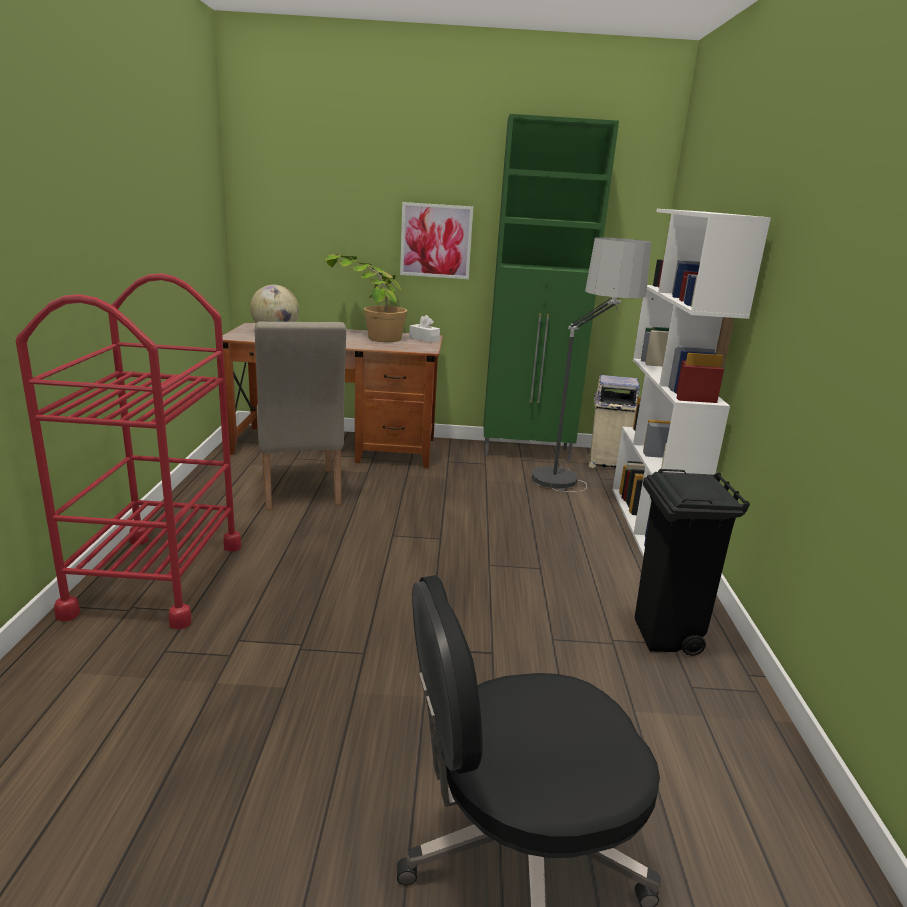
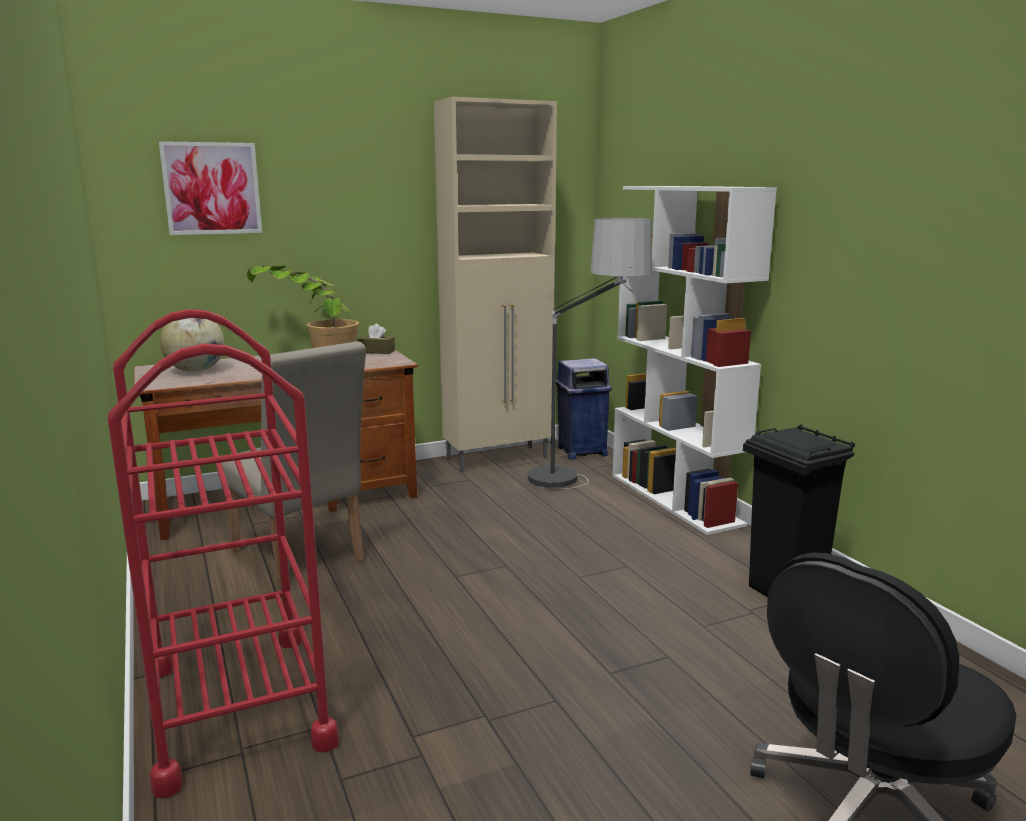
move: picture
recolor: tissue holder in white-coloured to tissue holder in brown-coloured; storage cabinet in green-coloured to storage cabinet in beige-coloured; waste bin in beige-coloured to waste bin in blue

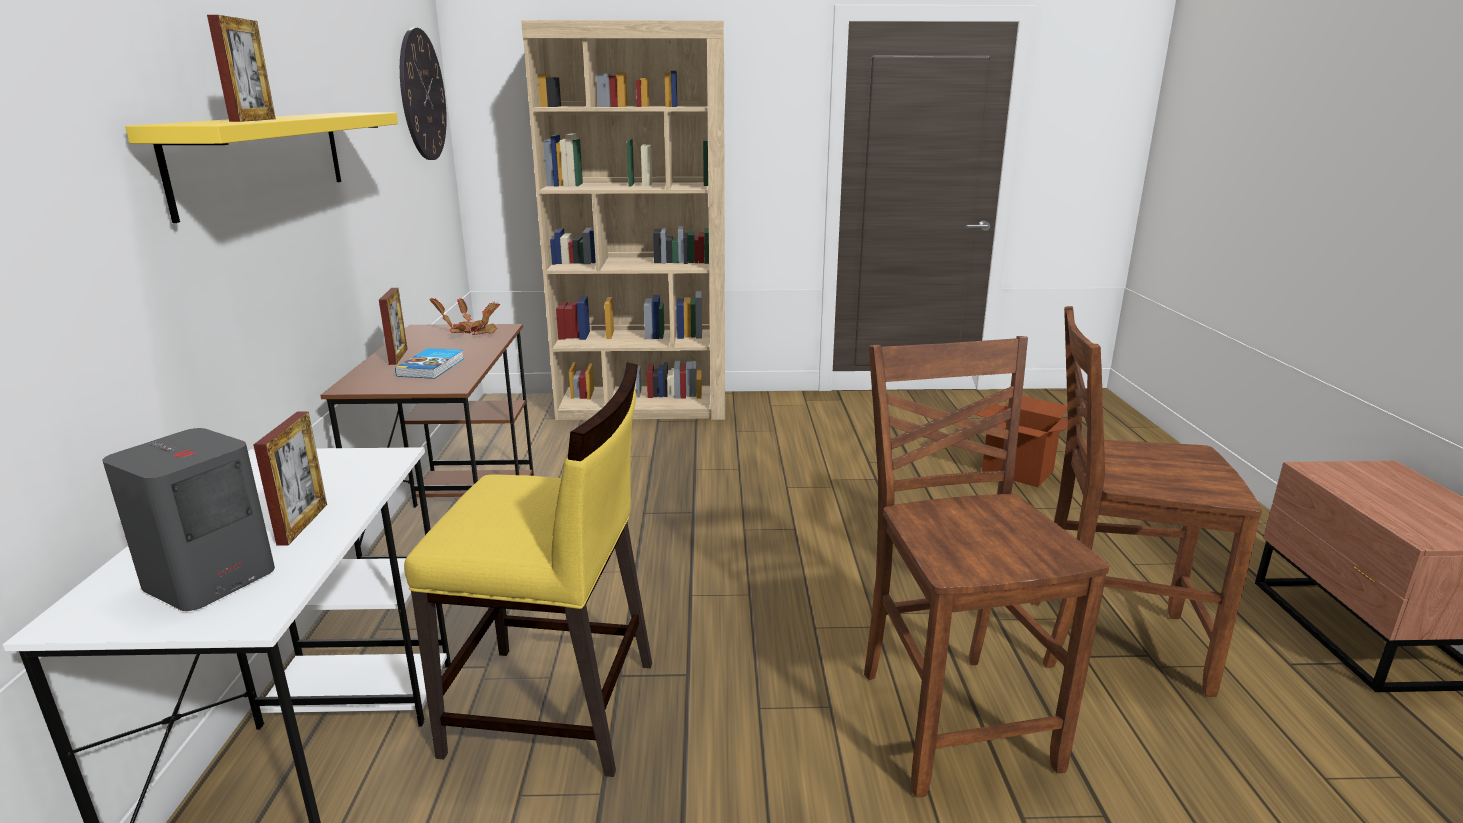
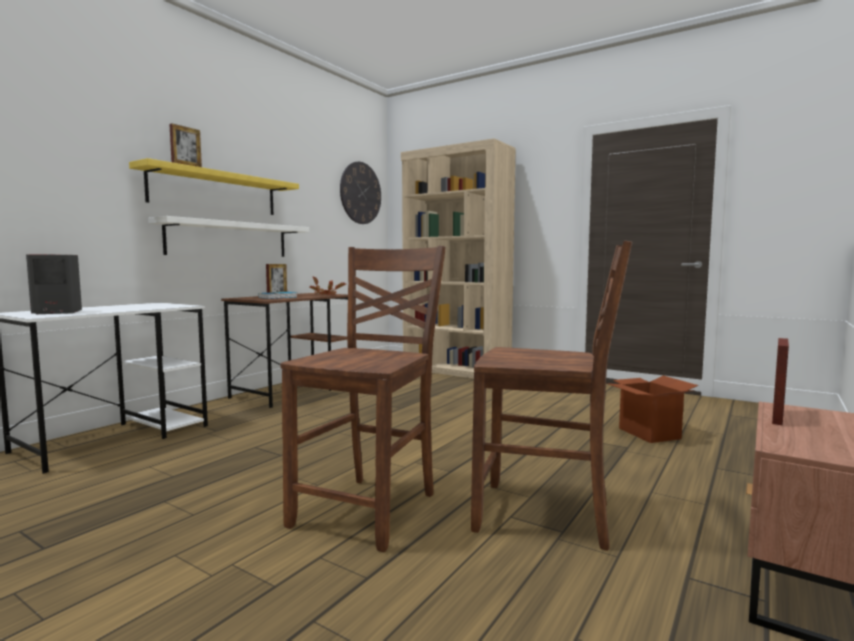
delete: plain chair in yellow-coloured
insert: wall shelf in white-coloured
move: photo frame (2nd from left in the first image) to photo frame (3rd from left)
rotate: plain chair in brown-coloured (2nd from left) 150 degrees clockwise

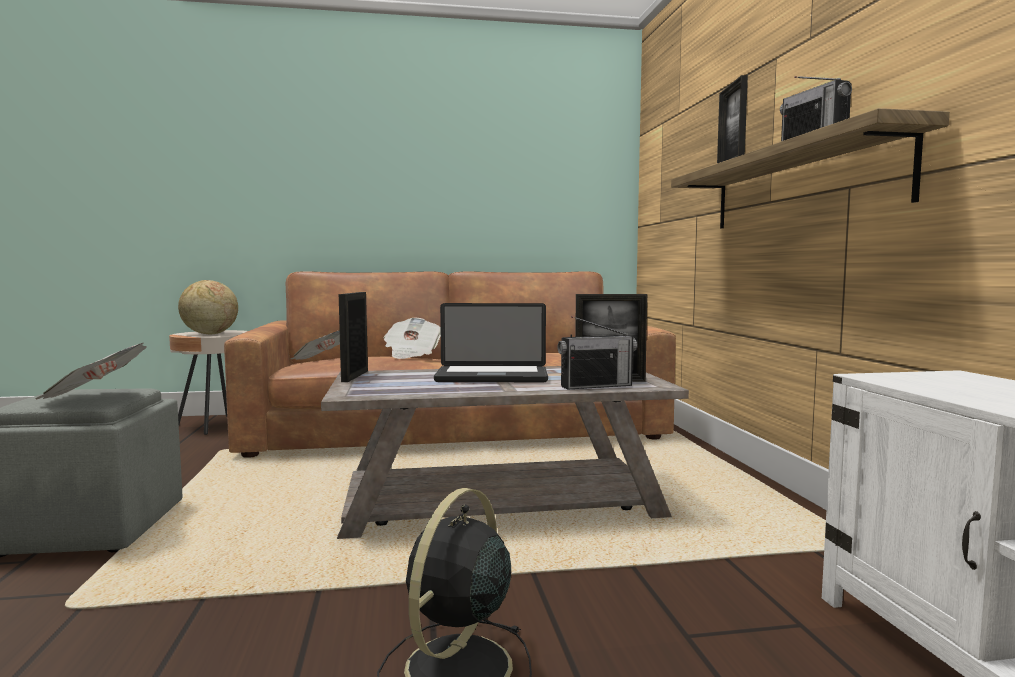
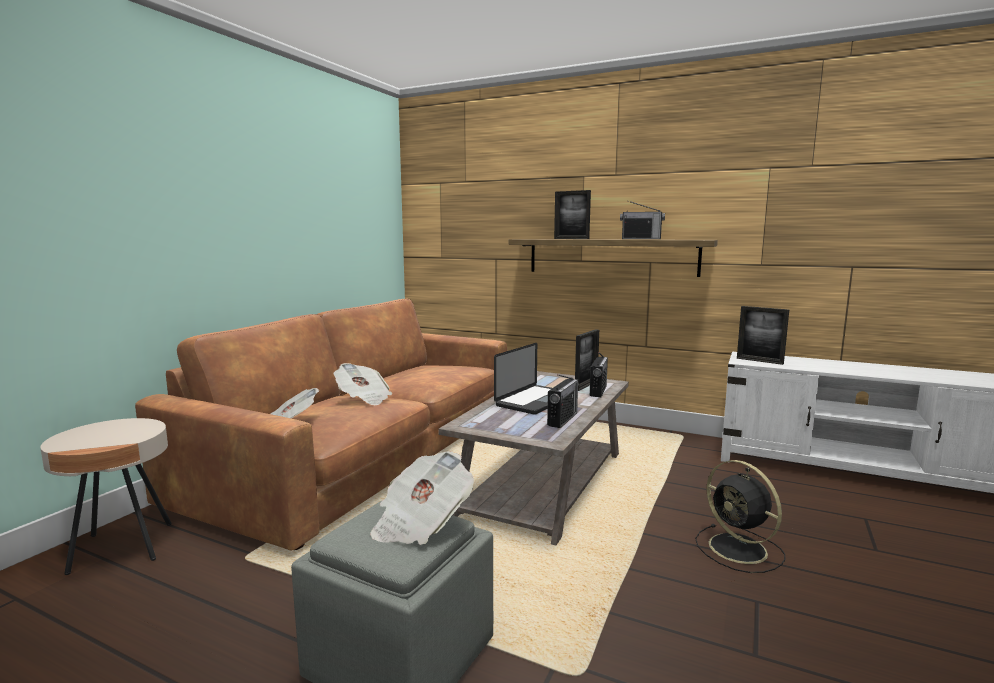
delete: globe
insert: radio receiver (1st from left)
move: photo frame (1st from left in the first image) to photo frame (3rd from left)

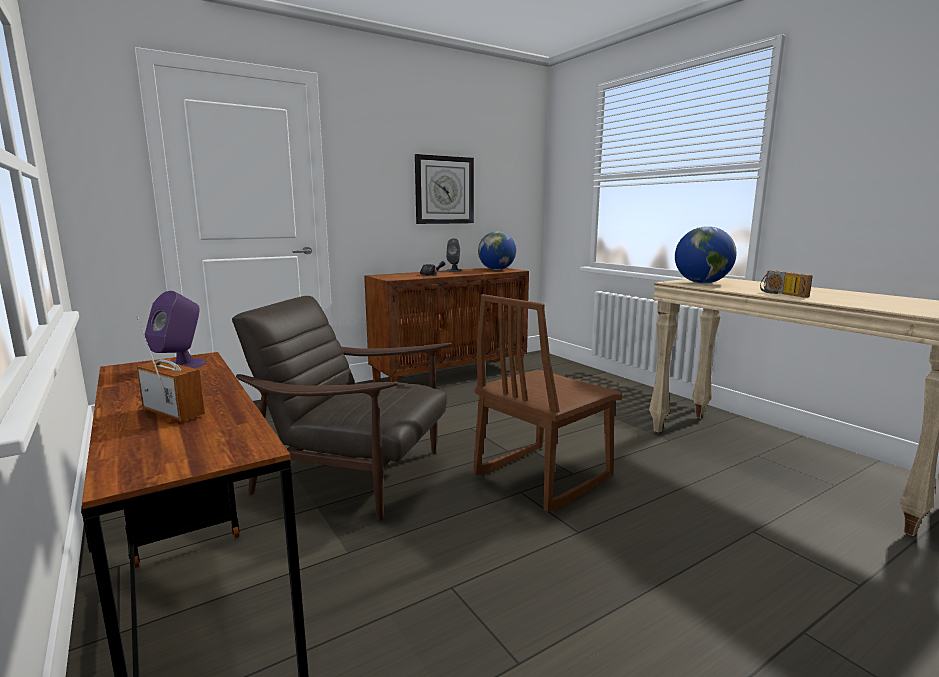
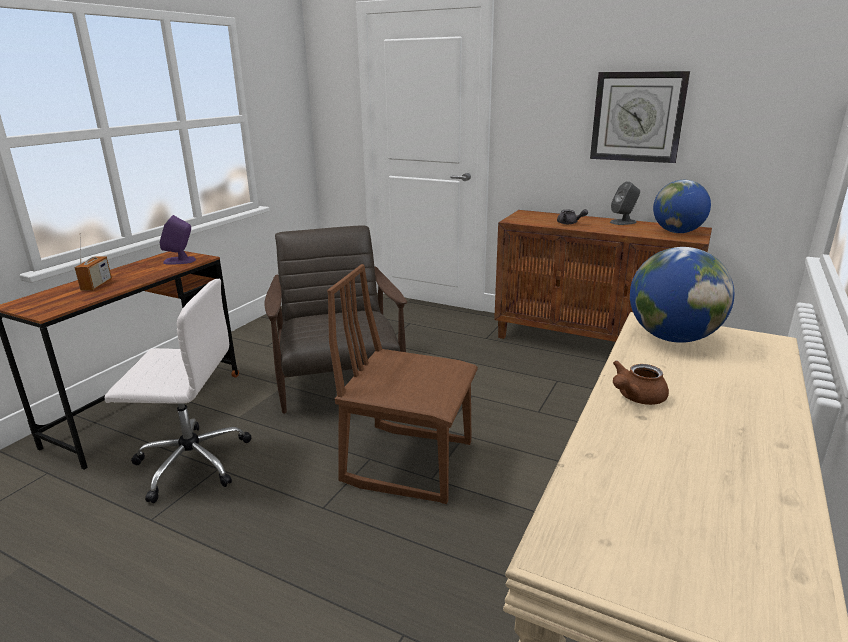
insert: desk chair in white-coloured
replace: radio receiver (2nd from left) to pot for tea in brown-coloured

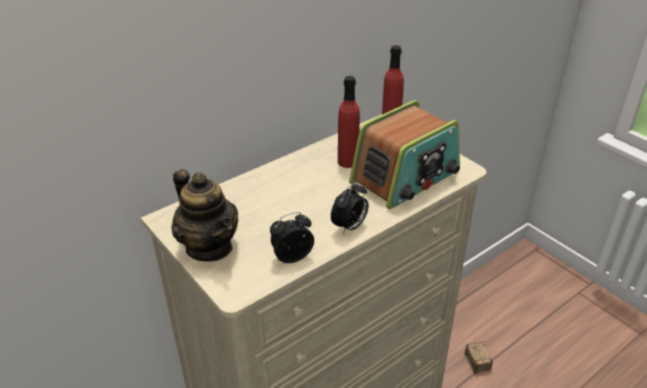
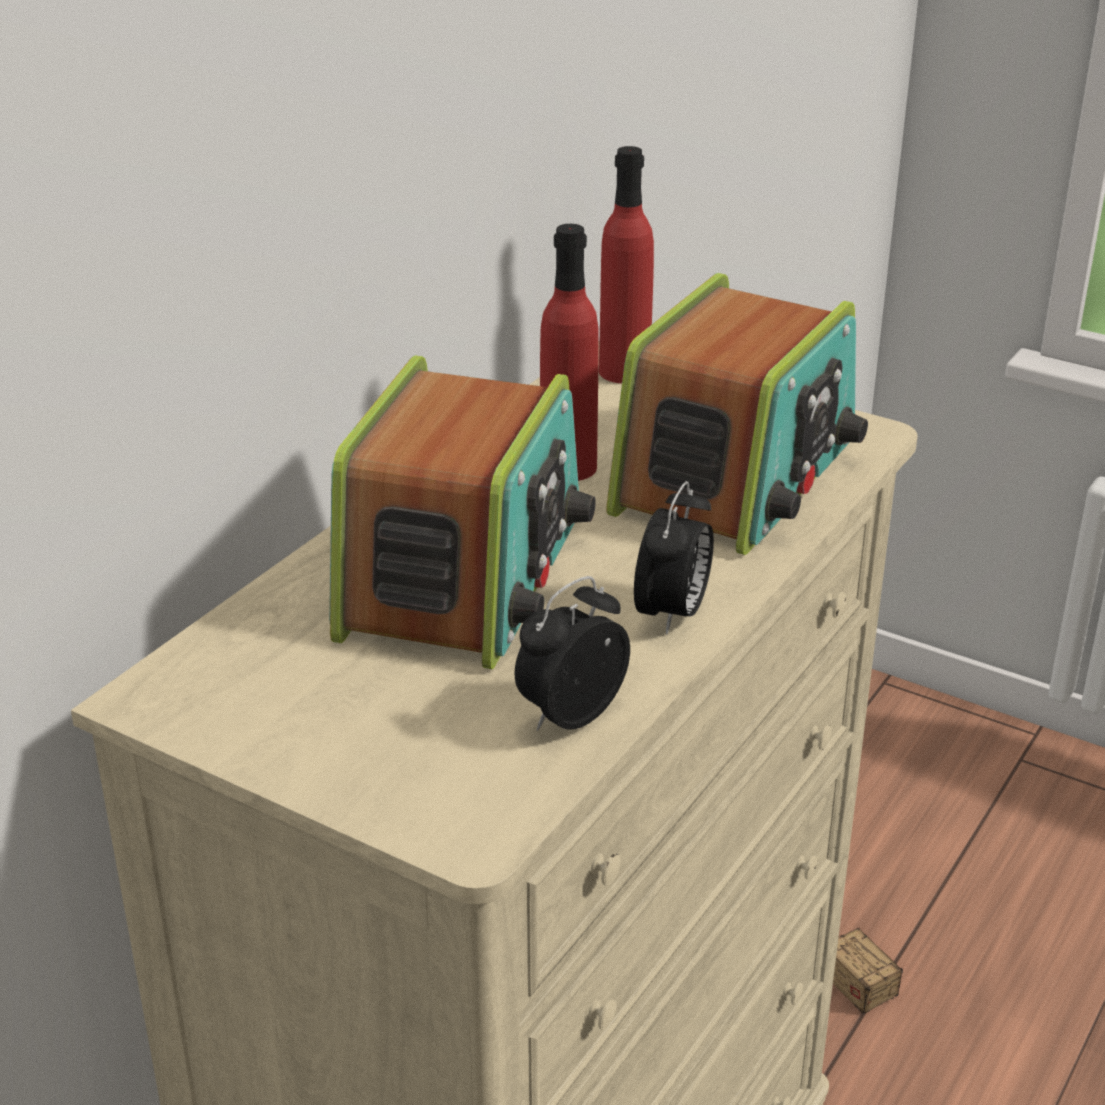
delete: pot for tea
insert: radio receiver (1st from left)

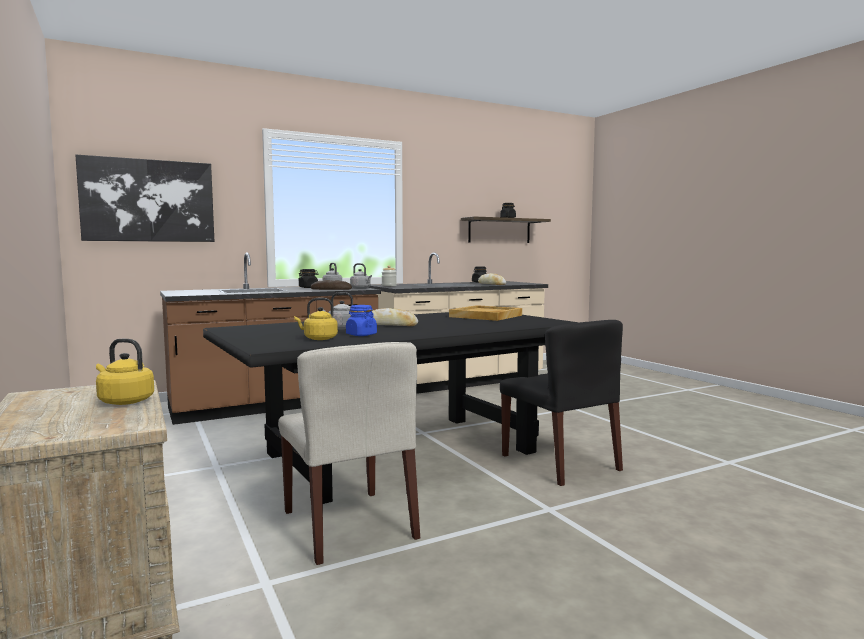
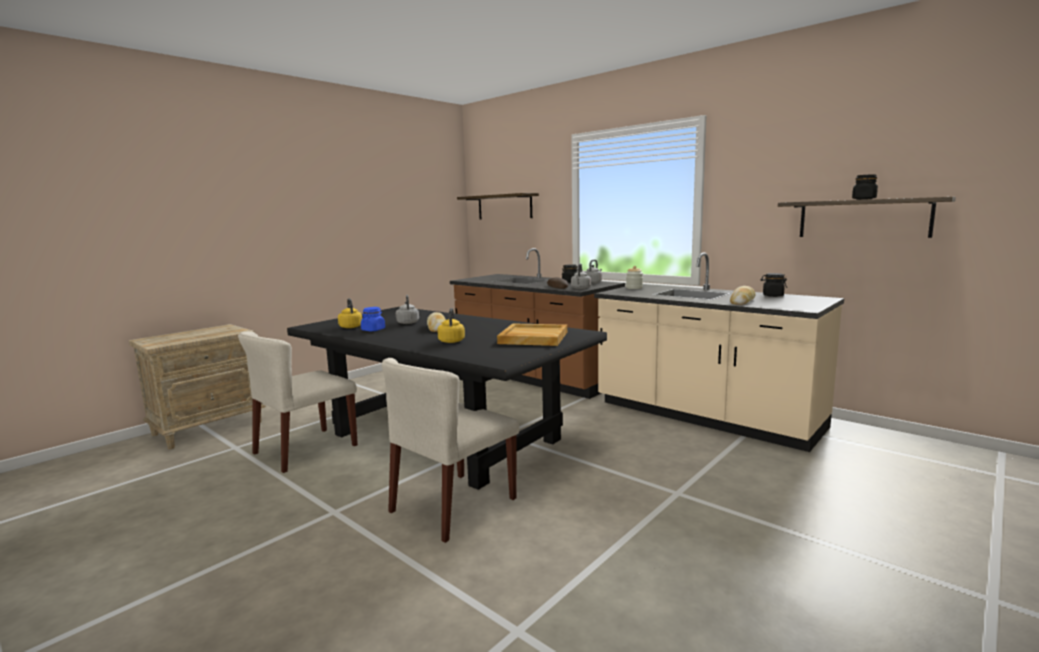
move: water kettle in yellow-coloured (1st from left in the first image) to water kettle in yellow-coloured (2nd from left)
replace: picture to wall shelf (1st from left)
recolor: plain chair in black-coloured to plain chair in beige-coloured (2nd from left)

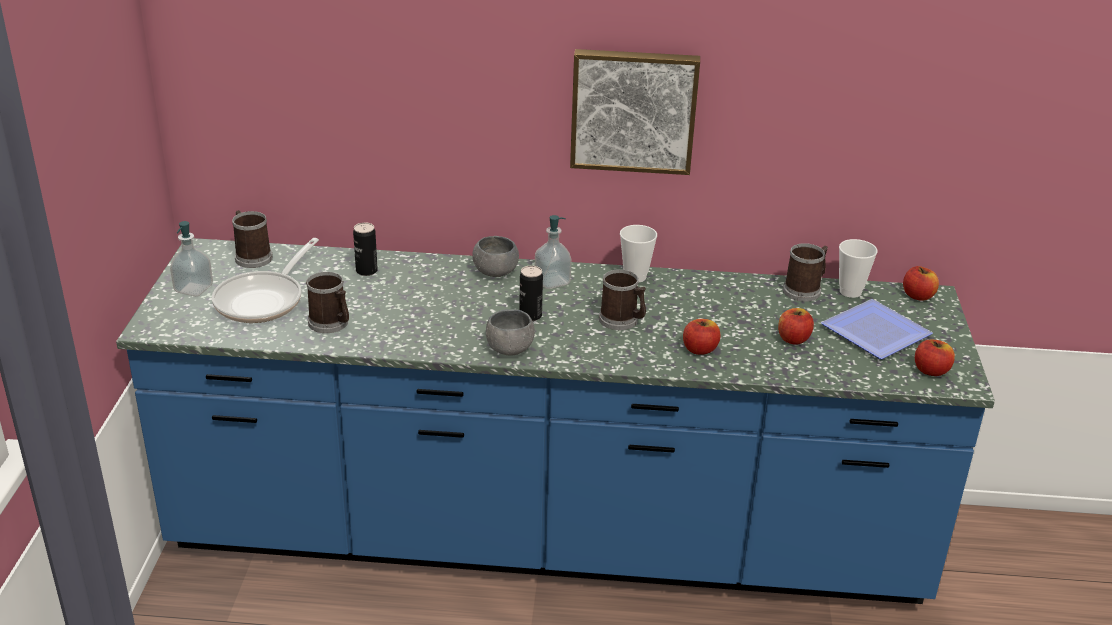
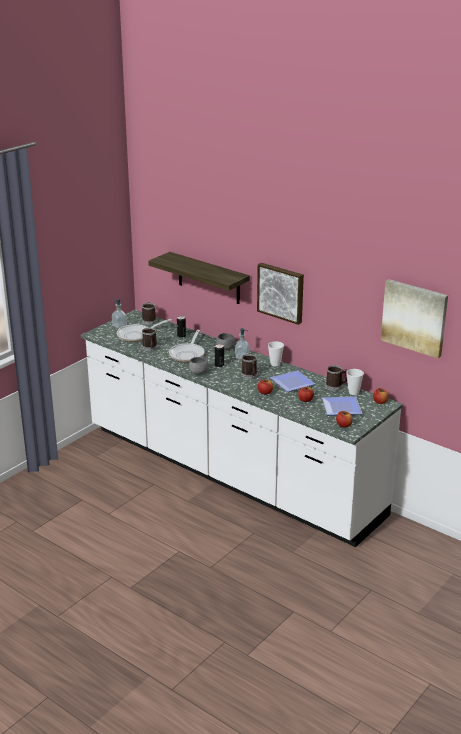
insert: wall shelf; skillet (2nd from left); flat dish (1st from left); picture (2nd from left)
recolor: kitchen base unit in blue to kitchen base unit in white-coloured

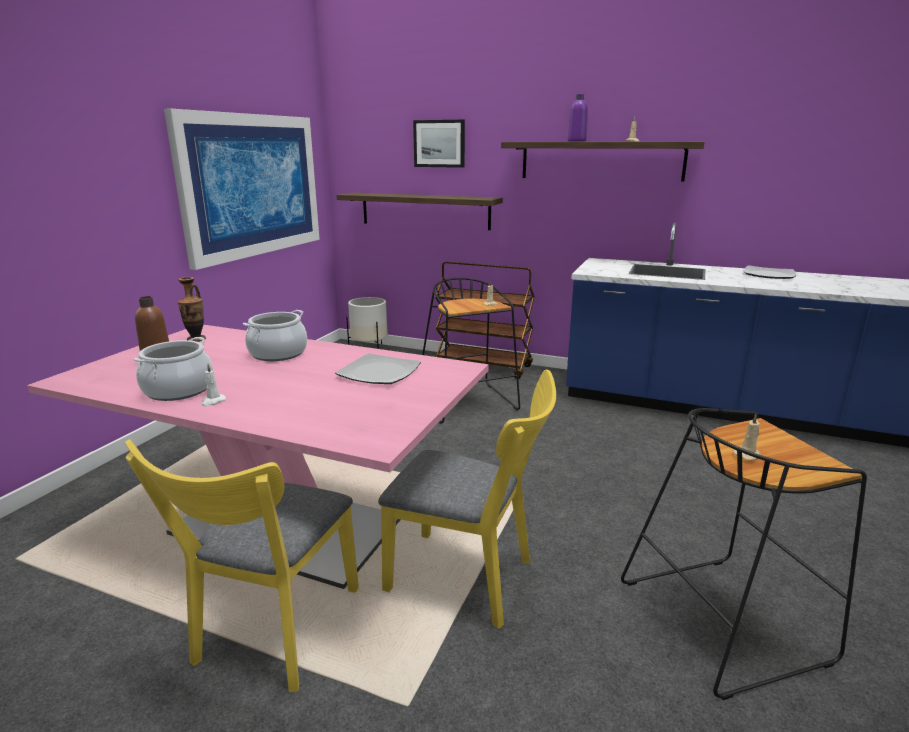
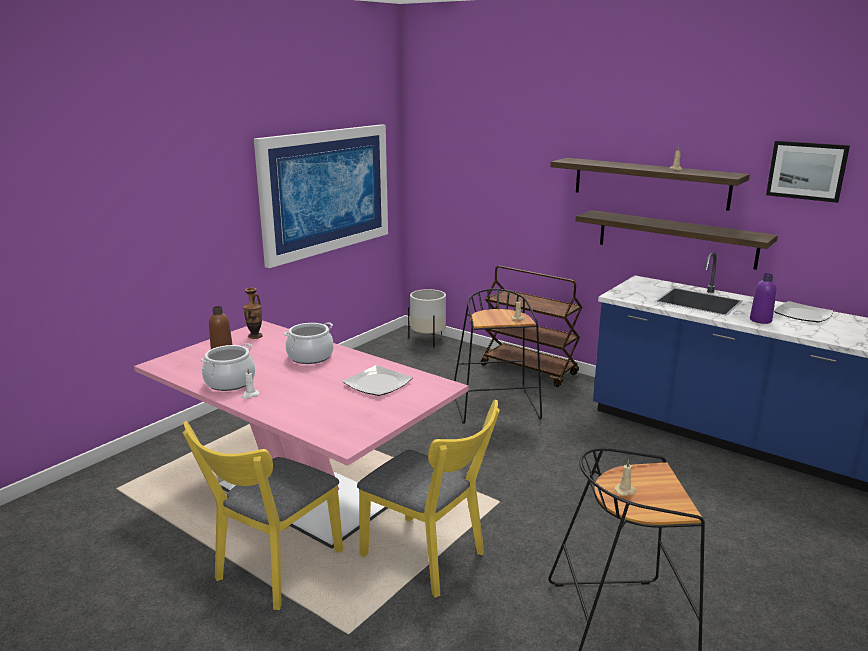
move: wall shelf (1st from left in the first image) to wall shelf (2nd from left); picture (2nd from left); drink bottle in purple

